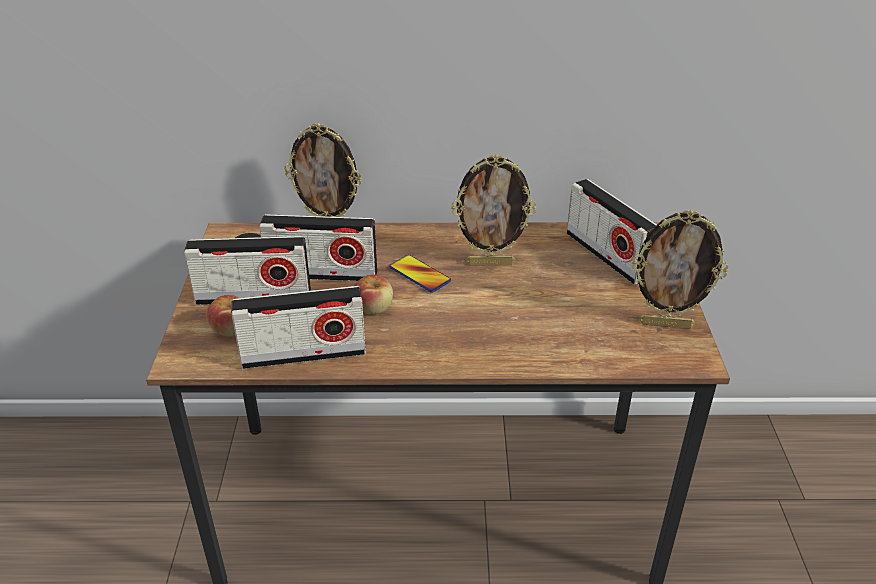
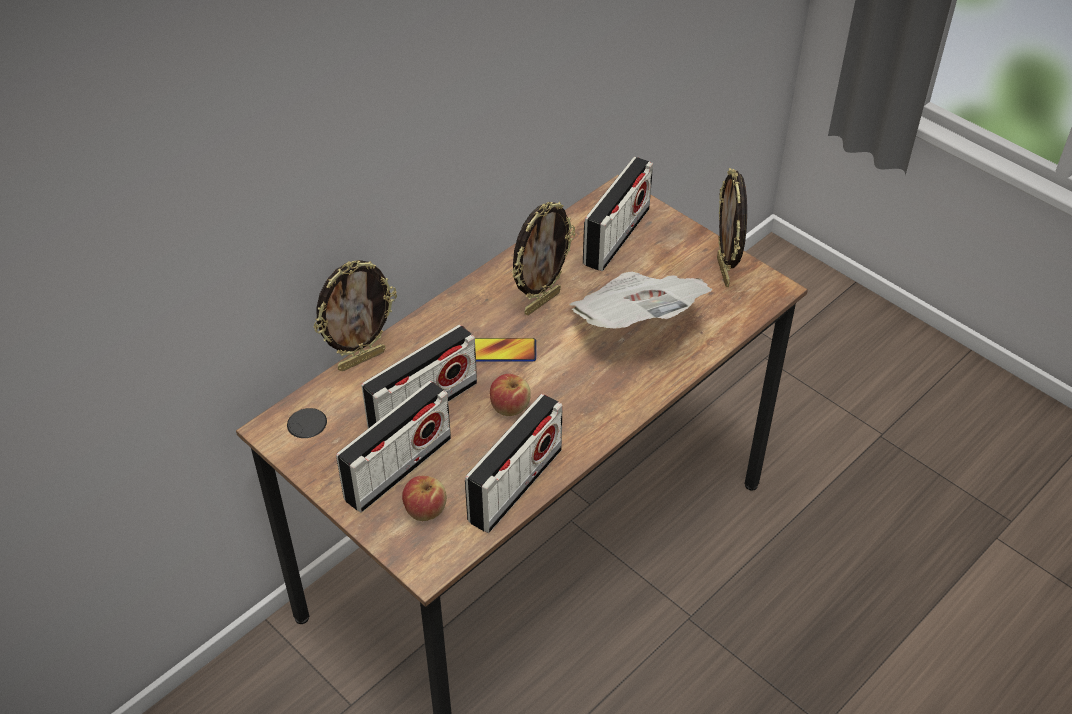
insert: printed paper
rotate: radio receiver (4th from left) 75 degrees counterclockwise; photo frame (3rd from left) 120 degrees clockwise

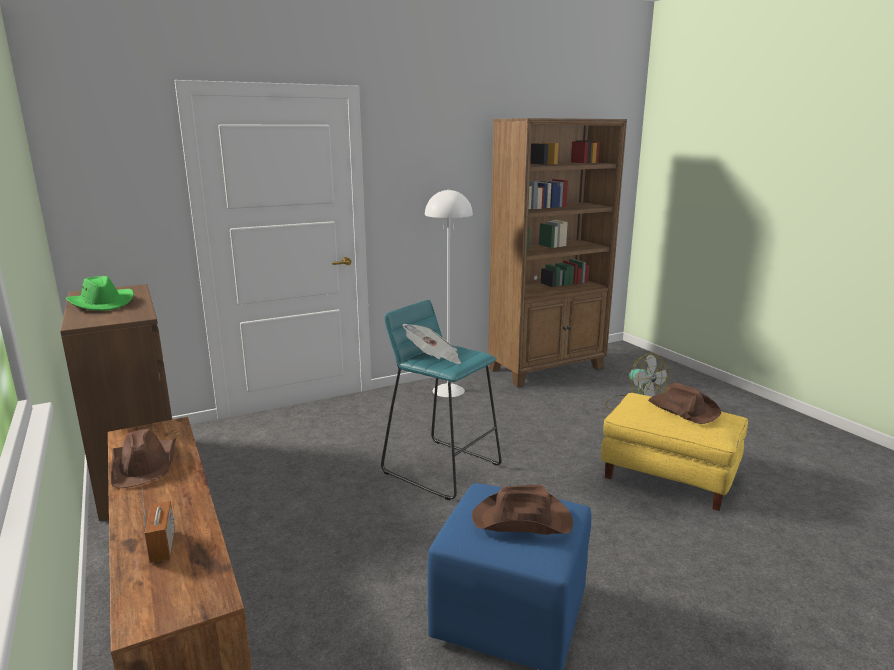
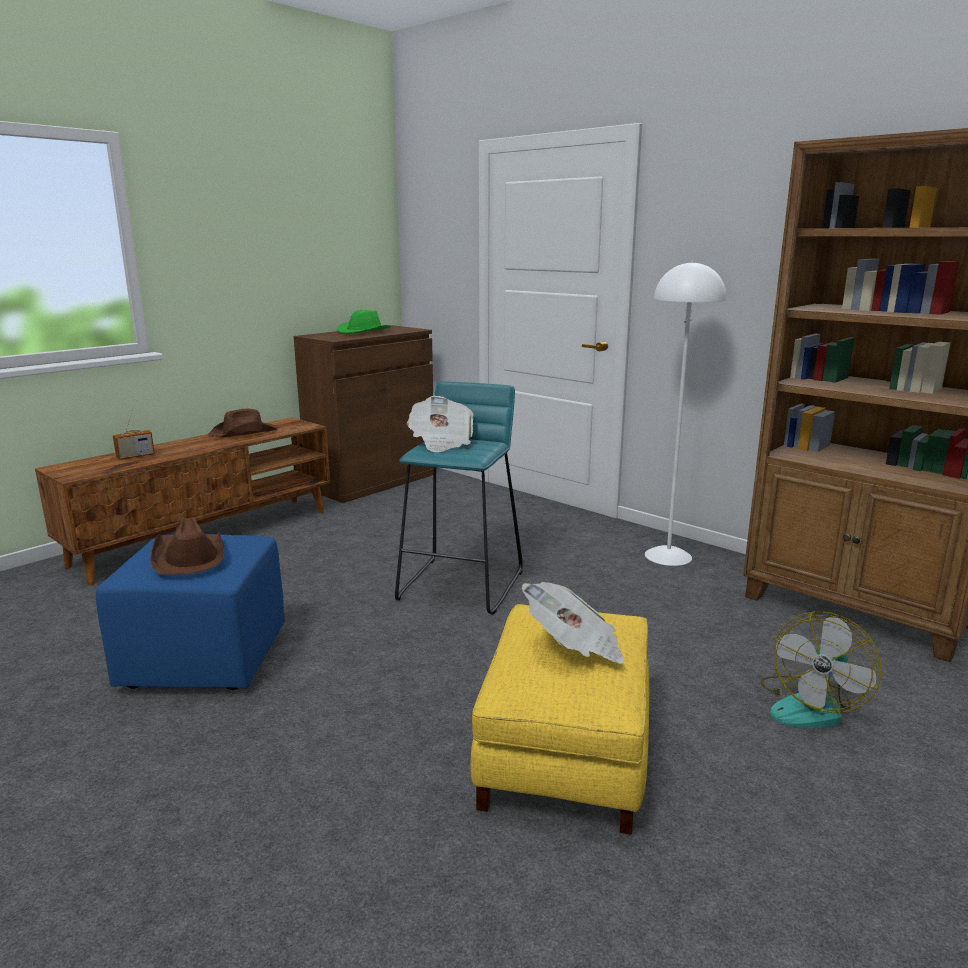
replace: wearable hat in brown-coloured (3rd from left) to printed paper (2nd from left)

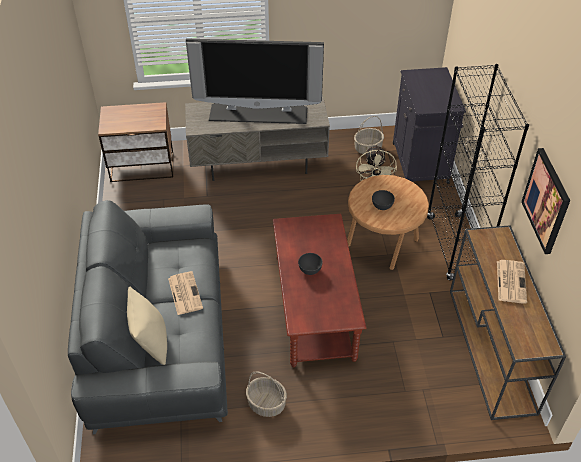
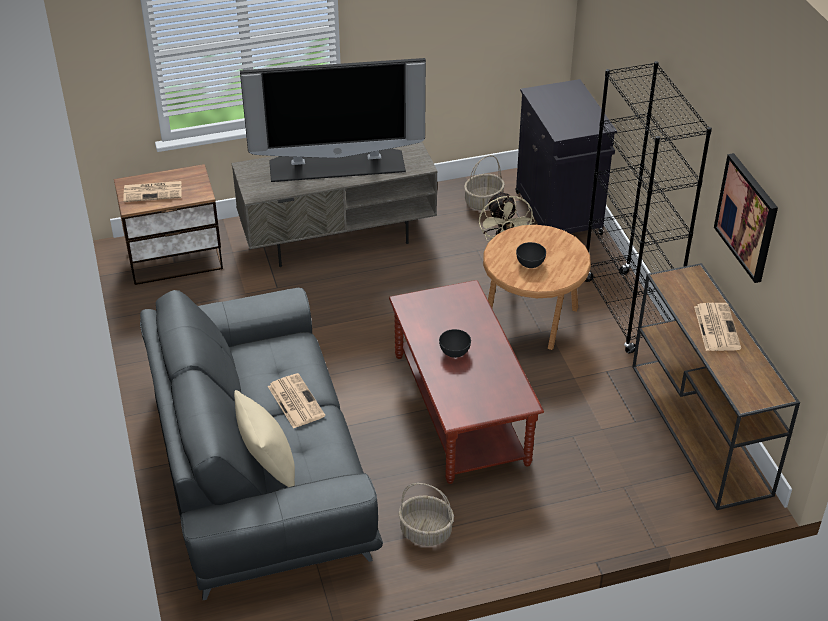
insert: printed paper (1st from left)

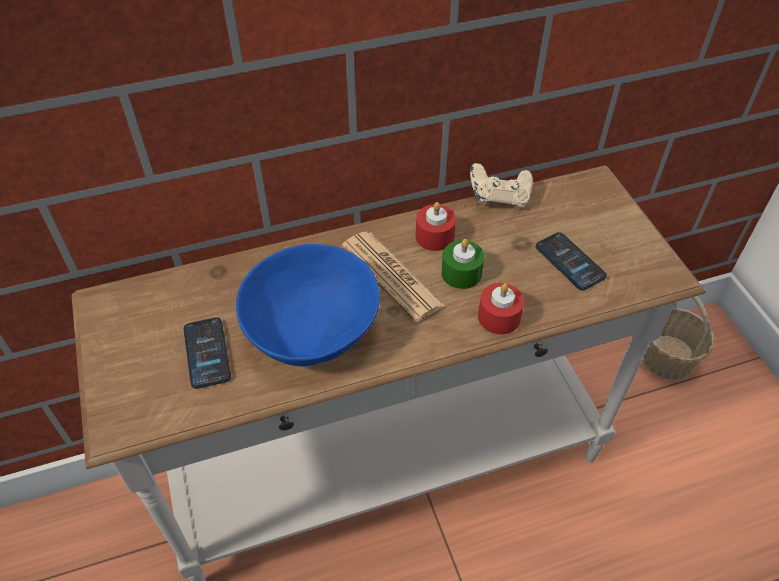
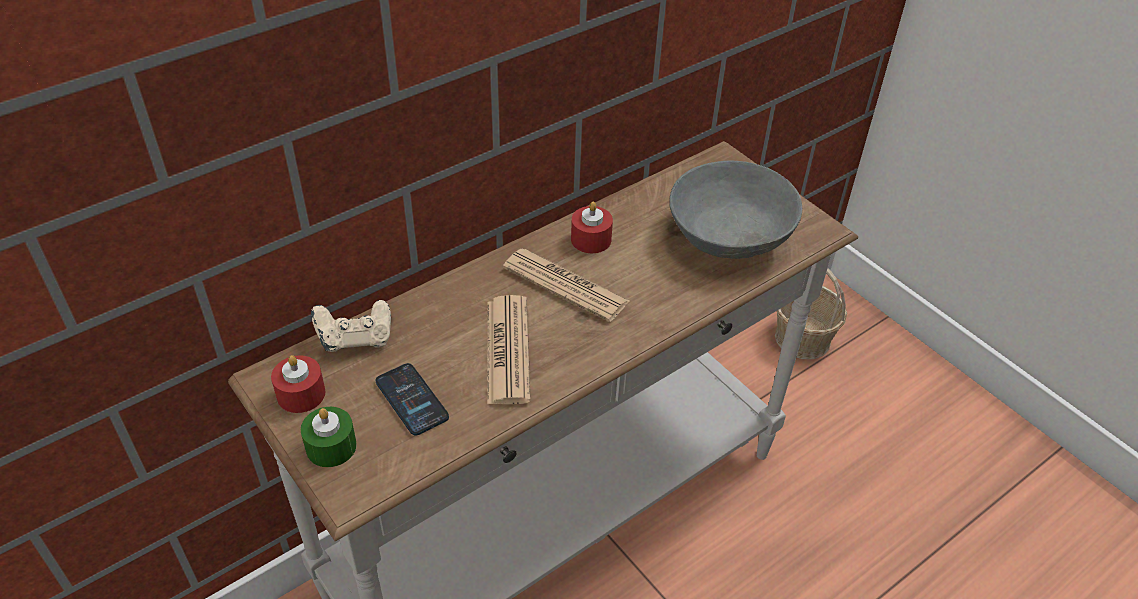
move: wax candle in green-coloured; game controller in beige-coloured; wax candle in red-coloured (2nd from left in the first image) to wax candle in red-coloured (1st from left)
replace: deep dish in blue to printed paper (1st from left); telephone (2nd from left) to deep dish in greyish

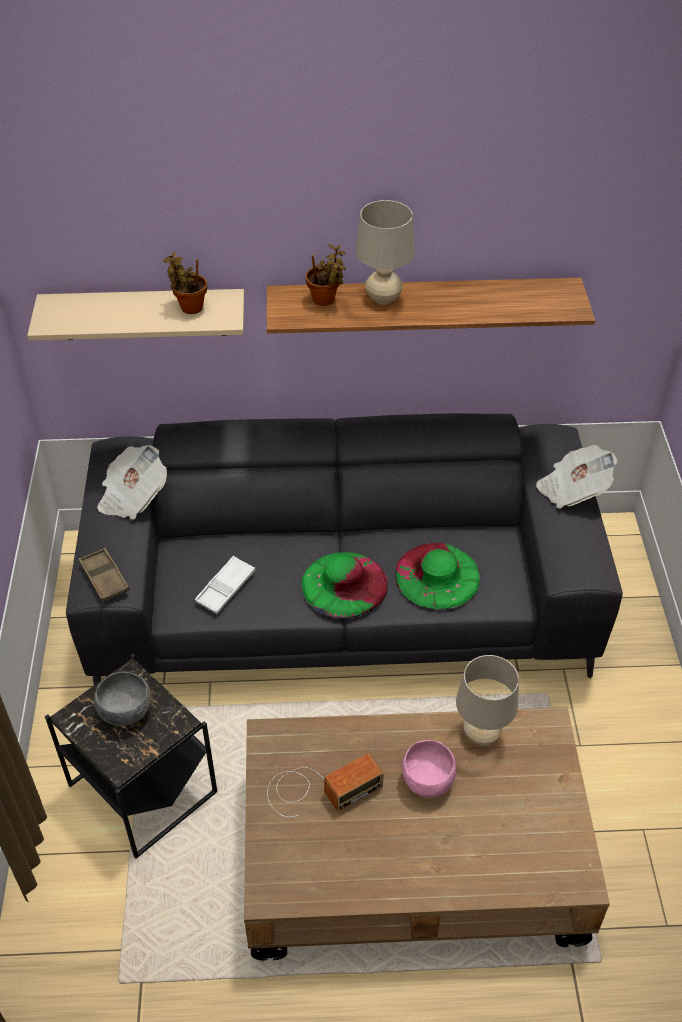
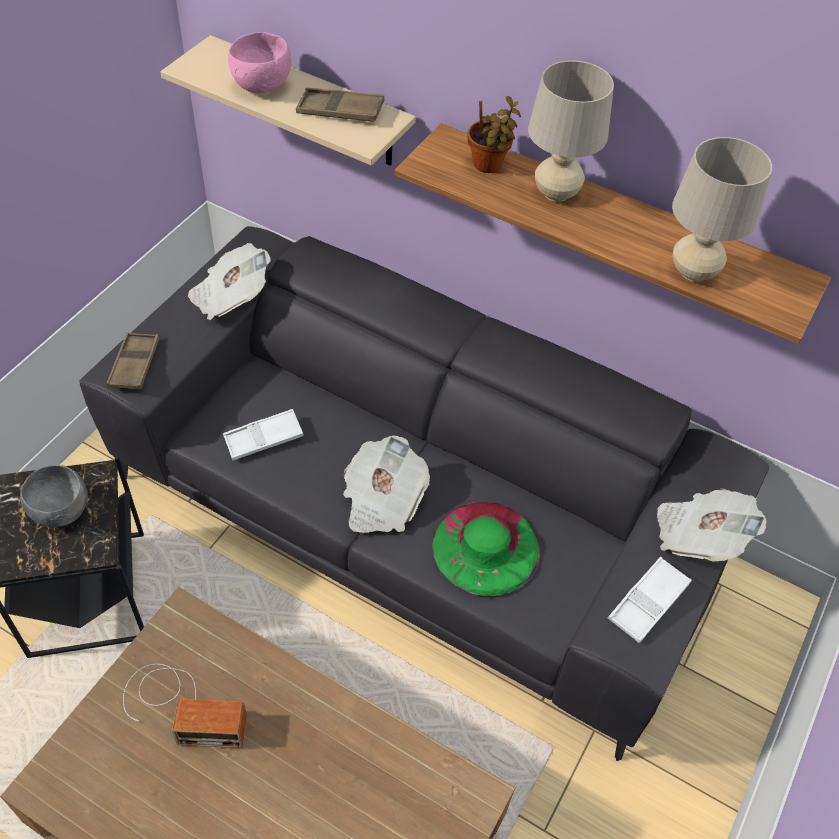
insert: carrying tray in white-coloured (2nd from left)
move: deep dish in pinkish; lamp for a table in beige-coloured (2nd from left)
replace: houseplant (1st from left) to carrying tray in brown-coloured (2nd from left); wearable hat in green-coloured (1st from left) to printed paper (2nd from left)

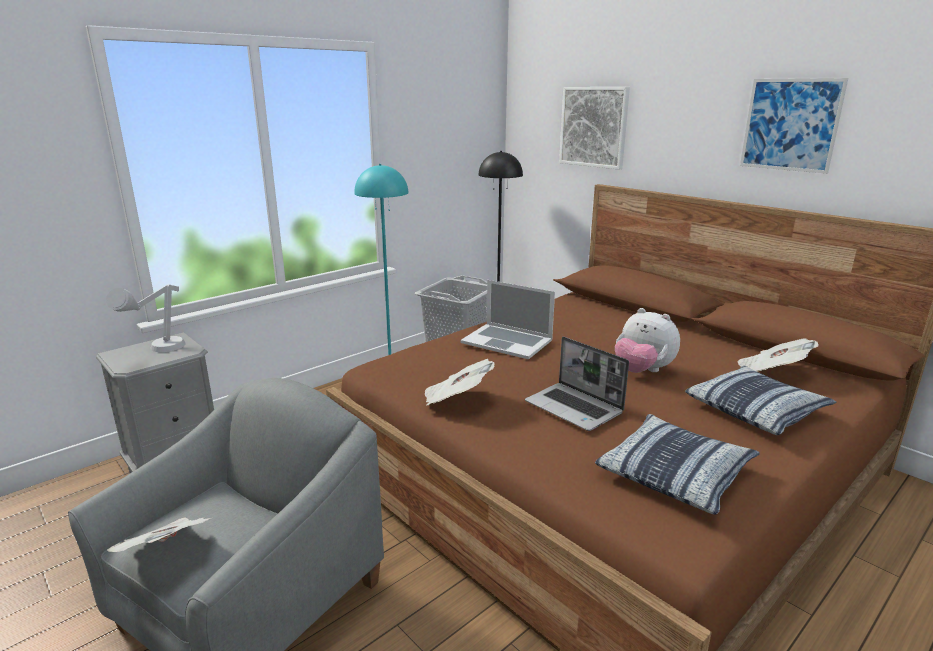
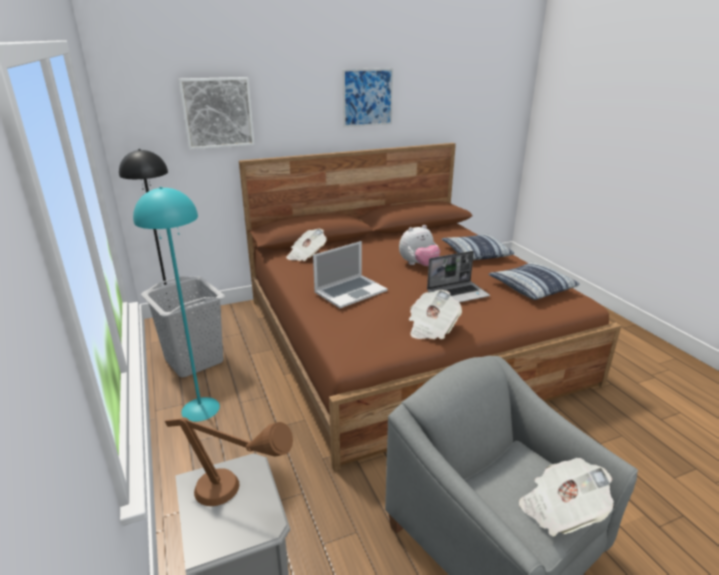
move: printed paper (3rd from left in the first image) to printed paper (1st from left)
recolor: lamp for a table in greyish to lamp for a table in brown-coloured

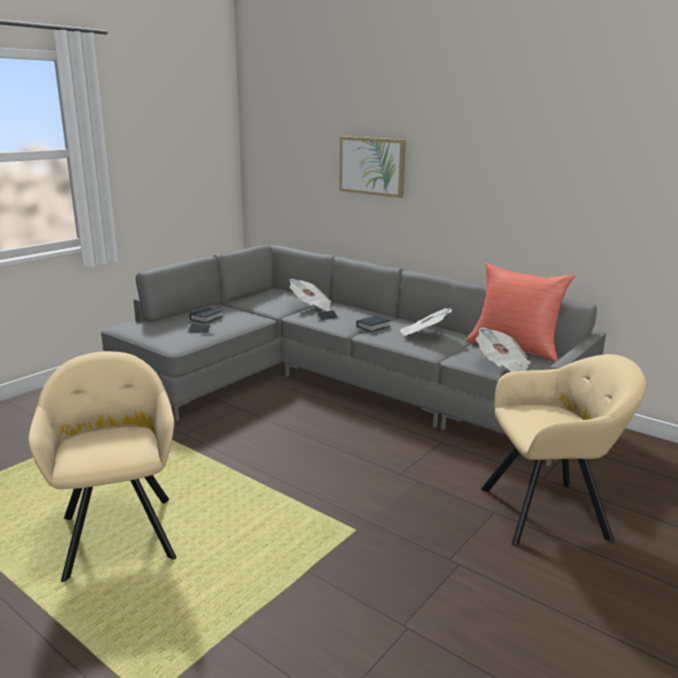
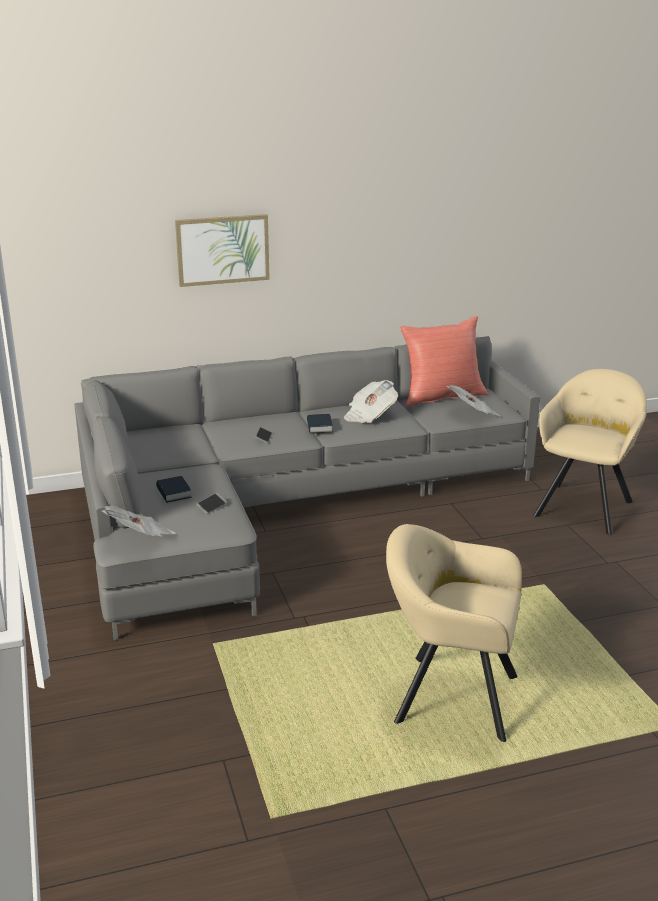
move: printed paper (1st from left)

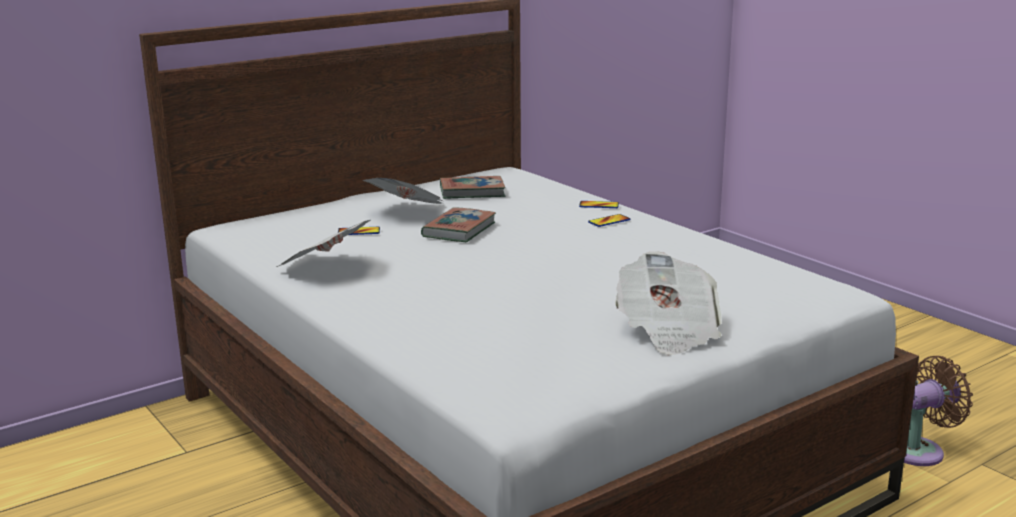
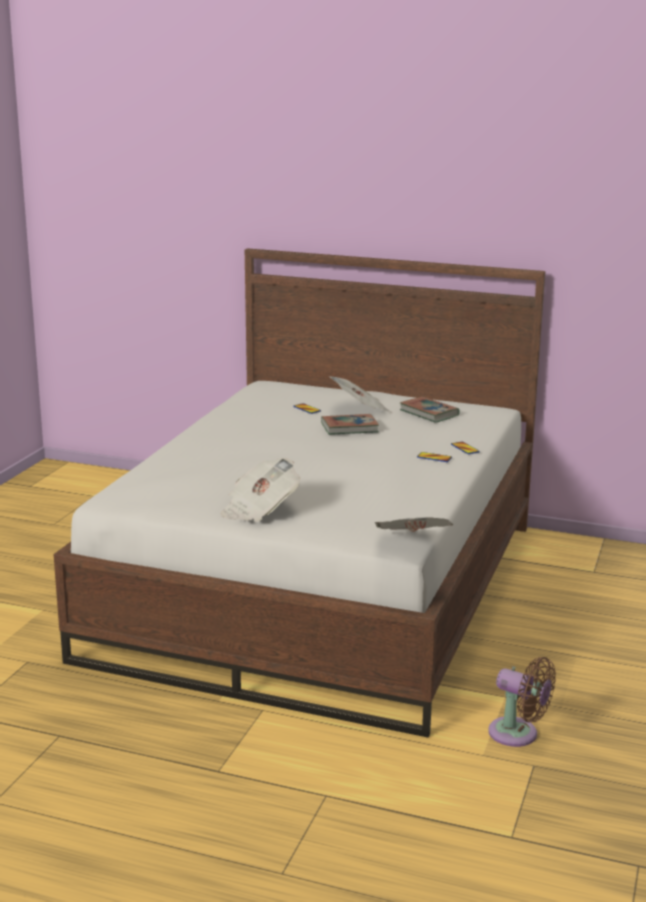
move: printed paper (1st from left in the first image) to printed paper (3rd from left)

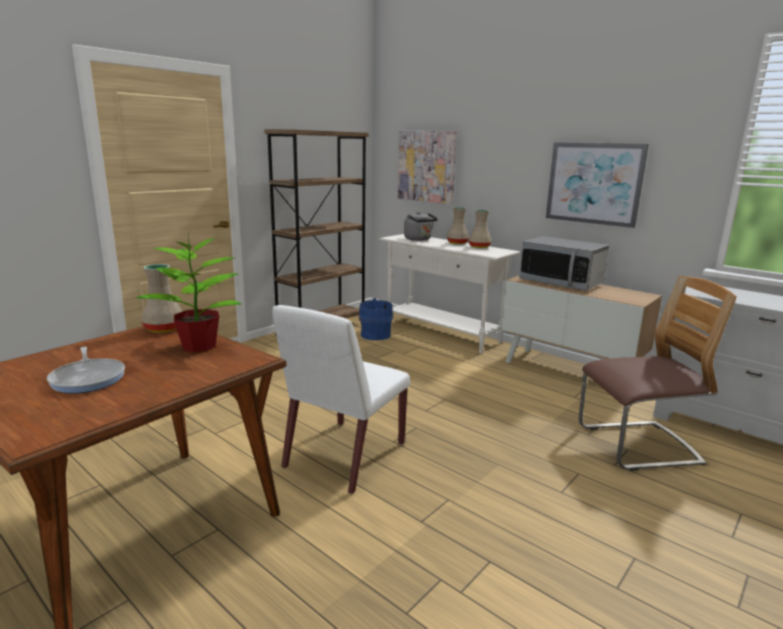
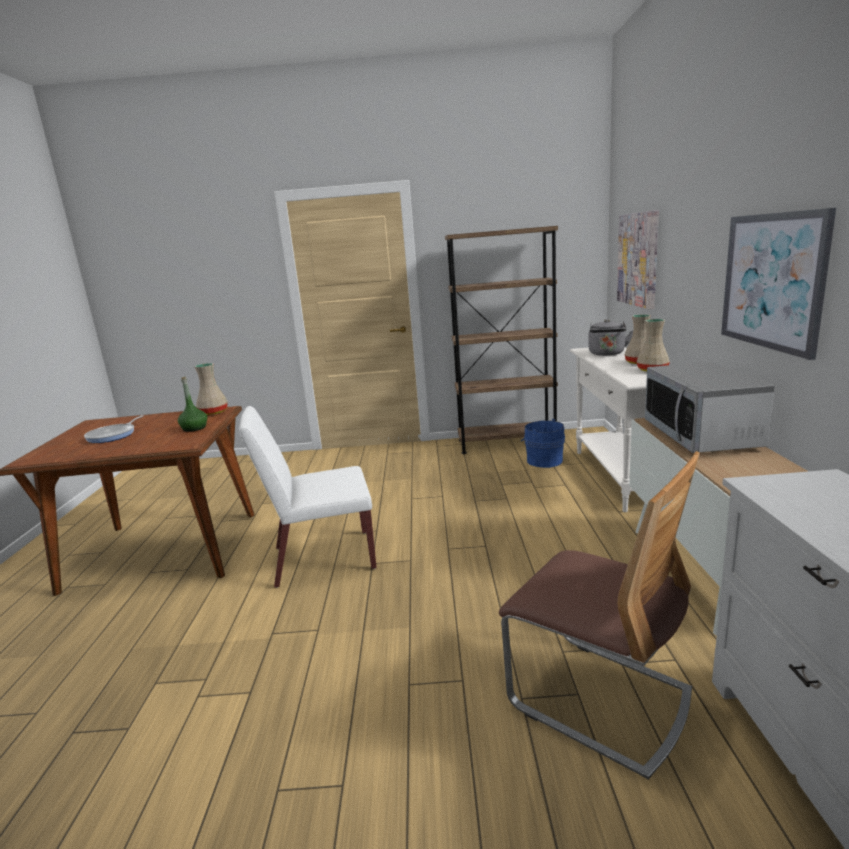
replace: houseplant to drink bottle in green-coloured

